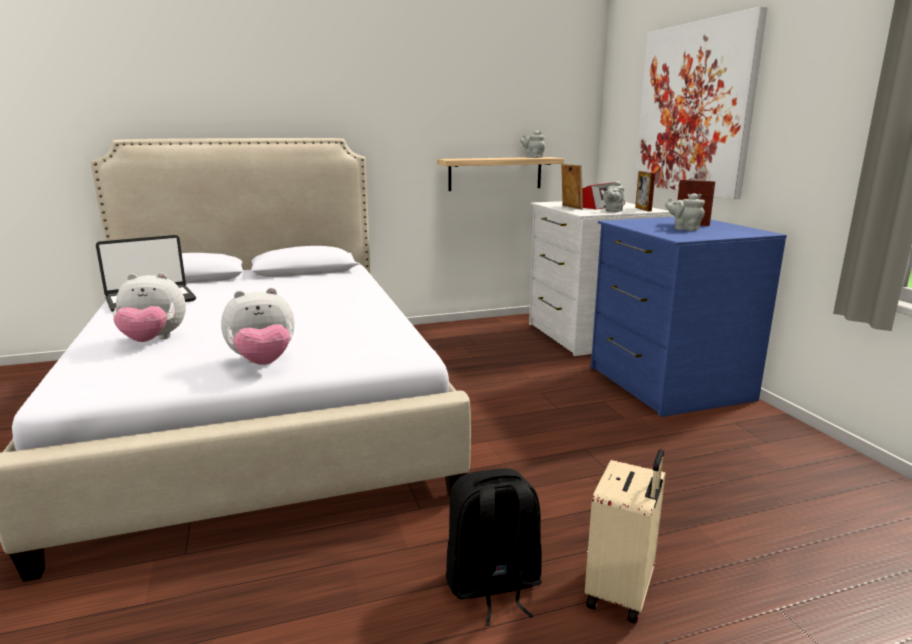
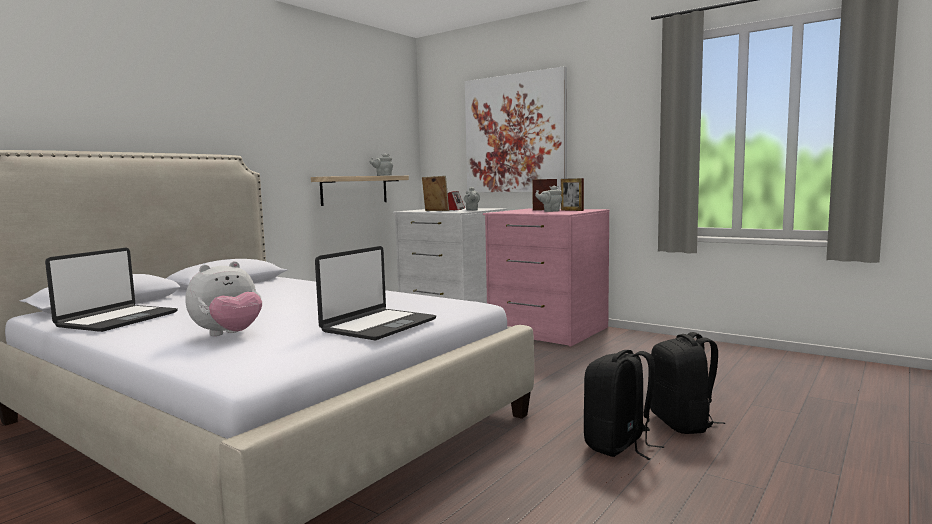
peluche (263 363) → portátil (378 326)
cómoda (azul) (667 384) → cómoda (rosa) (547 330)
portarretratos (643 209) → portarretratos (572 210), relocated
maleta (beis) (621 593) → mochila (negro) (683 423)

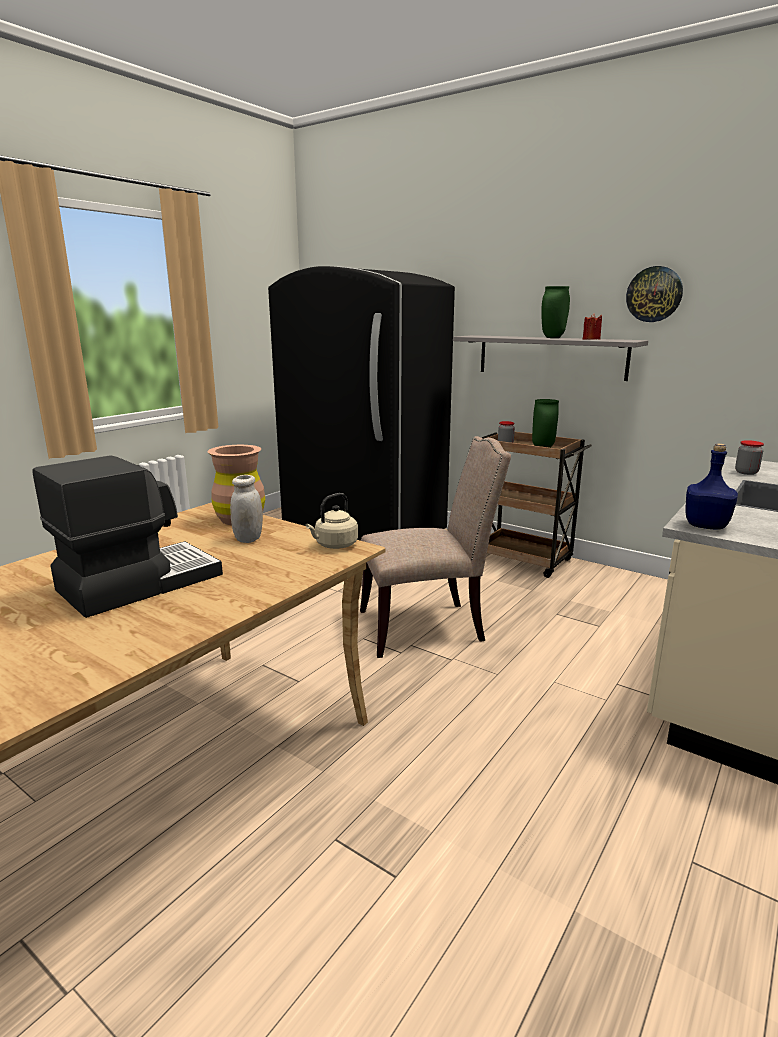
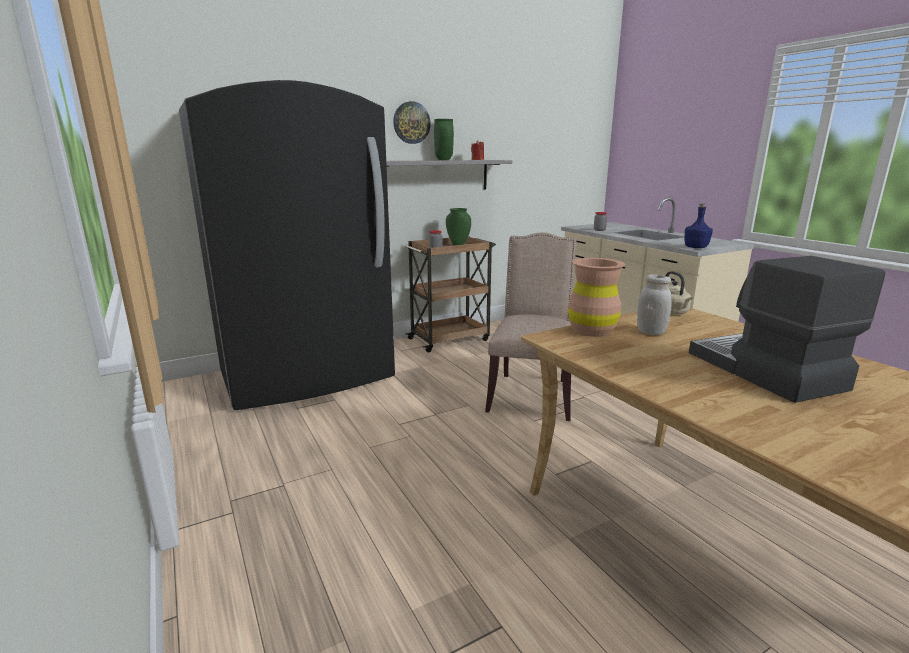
reloj de pared (654 294) → reloj de pared (411 122), relocated

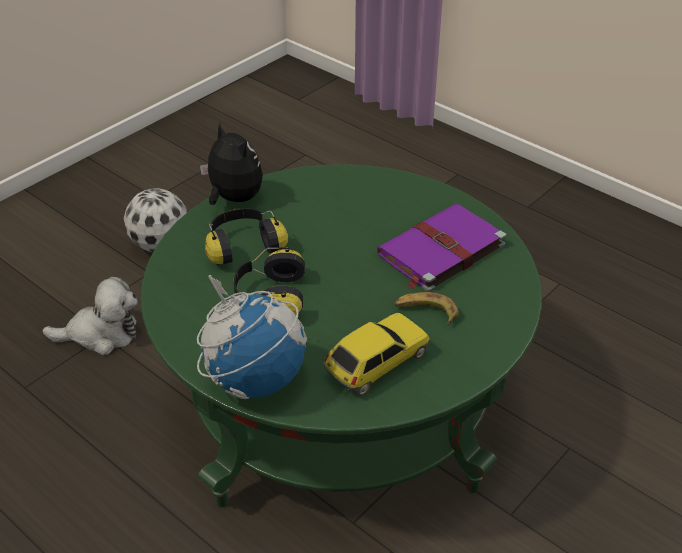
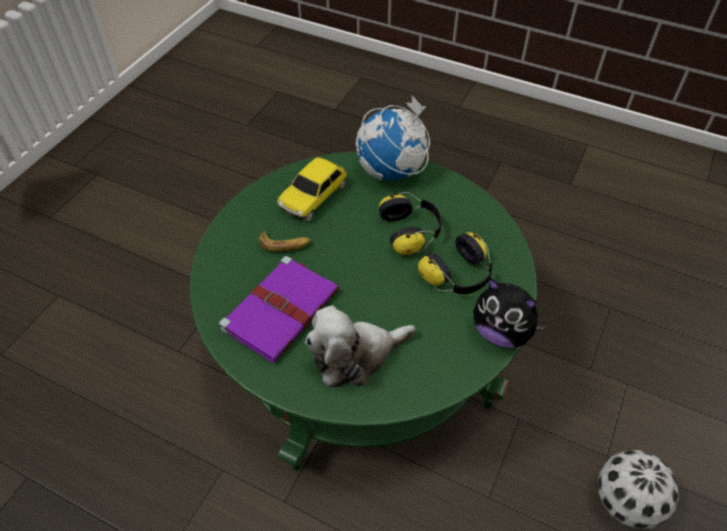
peluche (101 334) → peluche (355 356), relocated

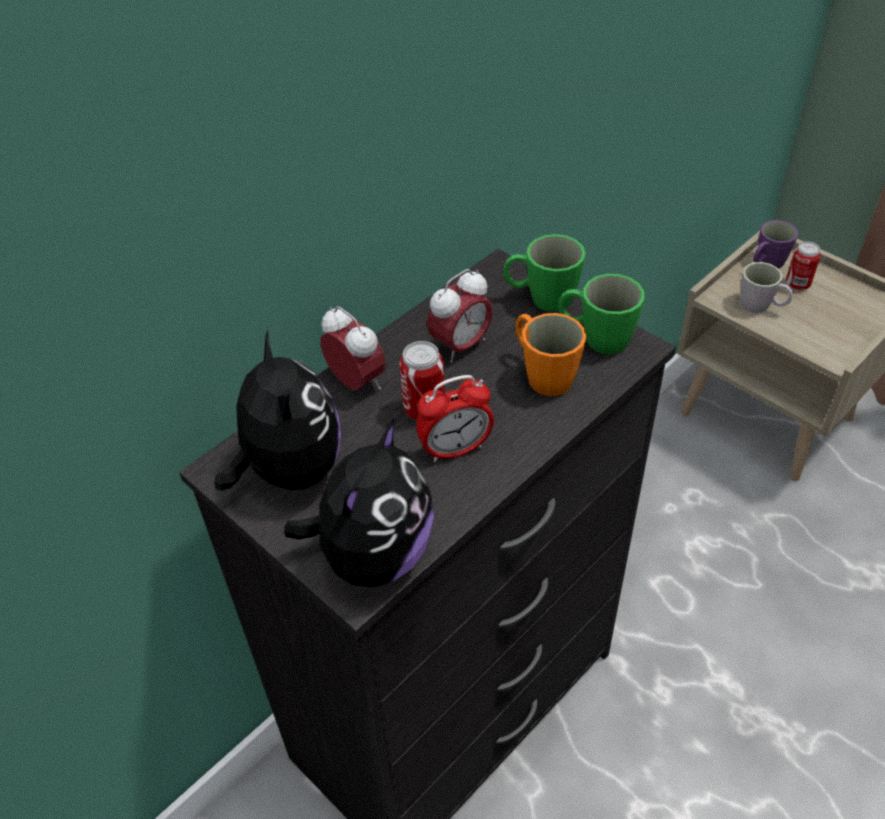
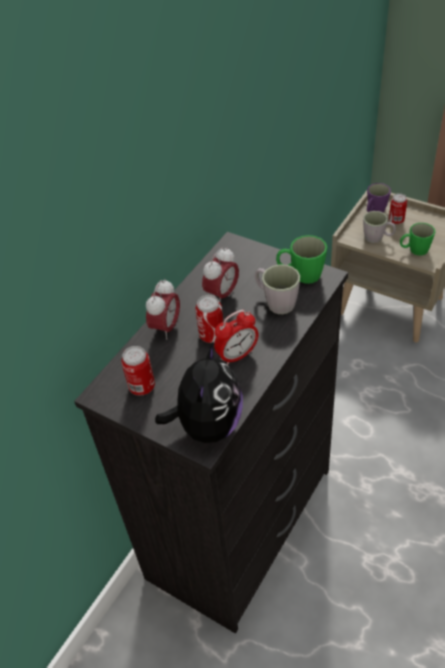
peluche (289 470) → lata (142 387)
despertador (357 382) → despertador (166 327), 75 degrees clockwise
taza grande (naranja) (543 373) → taza grande (gris) (275 301)
taza grande (verde) (541 298) → taza grande (verde) (414 250), relocated

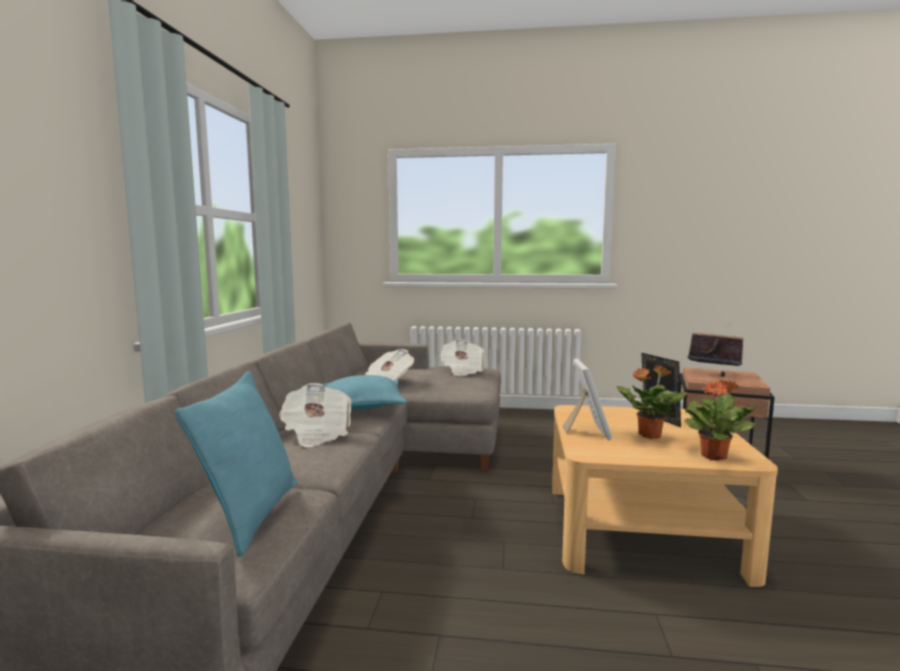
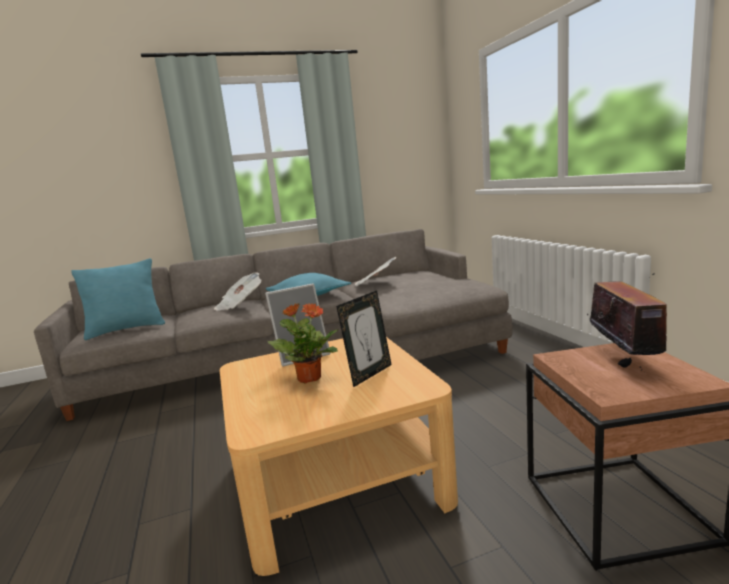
periódico (462 370) → -
planta en maceta (714 456) → -

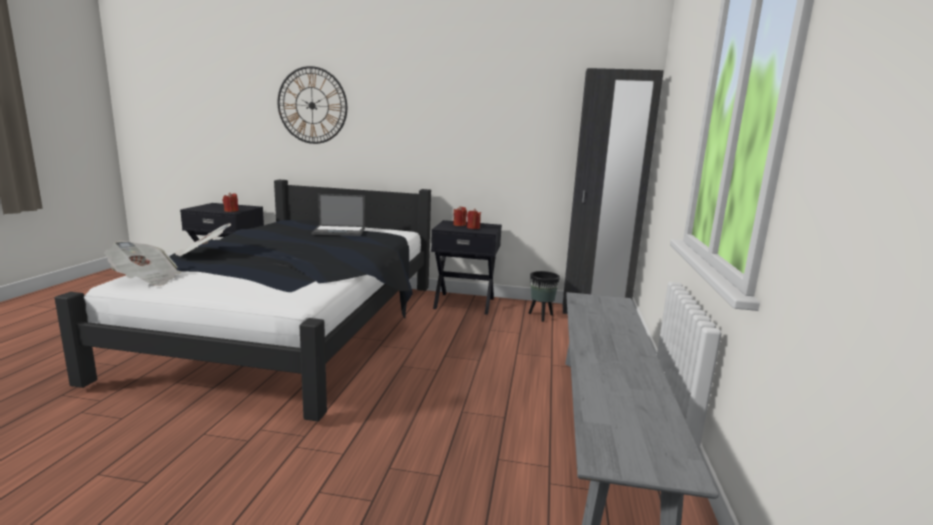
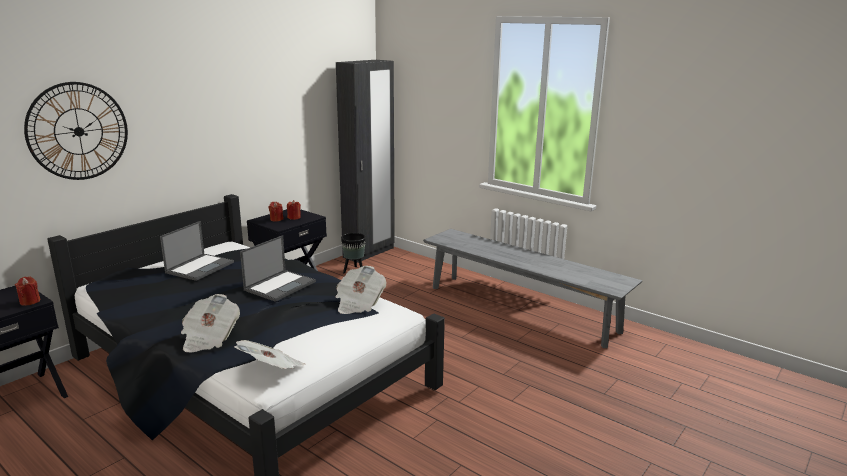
- → portátil (280 285)
- → periódico (359 303)

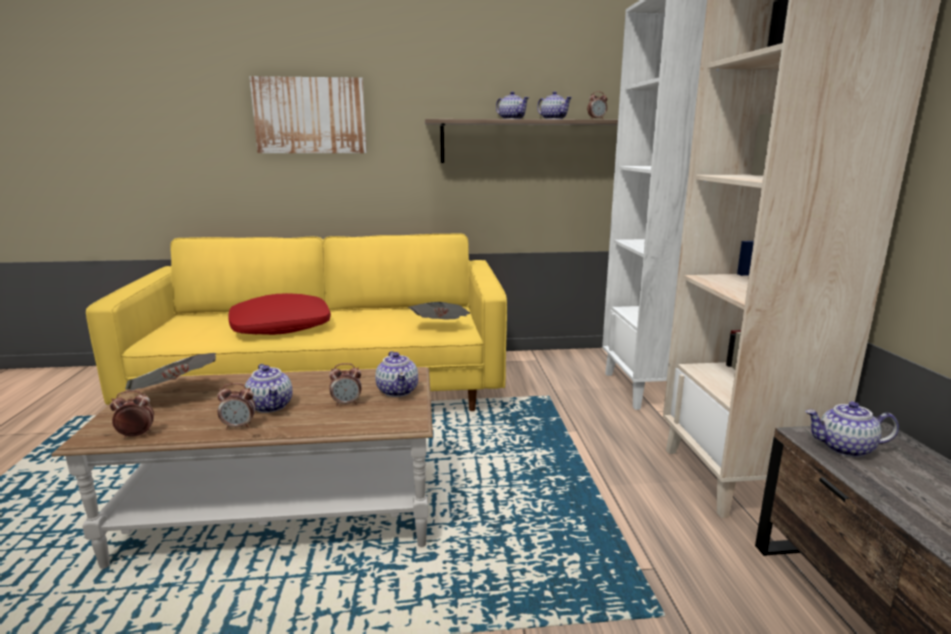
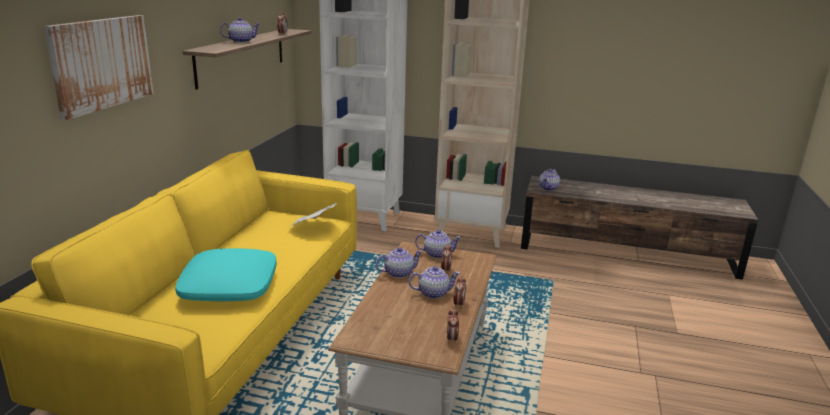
cojín (rojo) (281 326) → cojín (turquesa) (229 286)
tetera (553 119) → tetera (398 273), relocated
periódico (175 394) → -

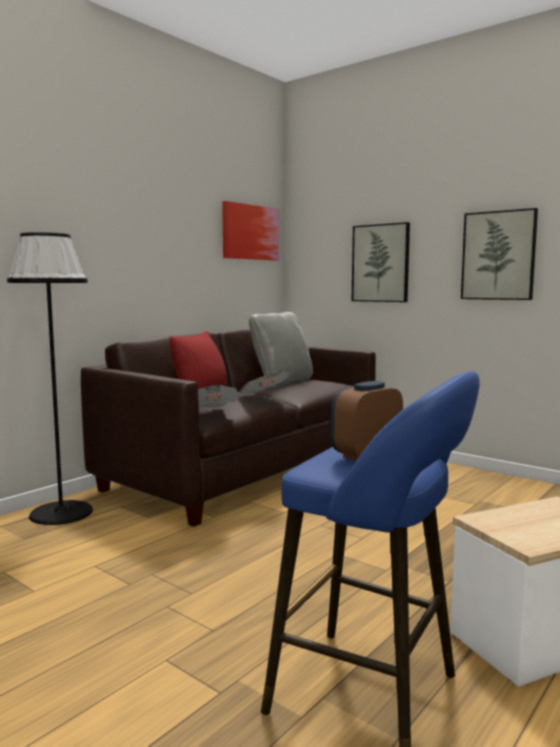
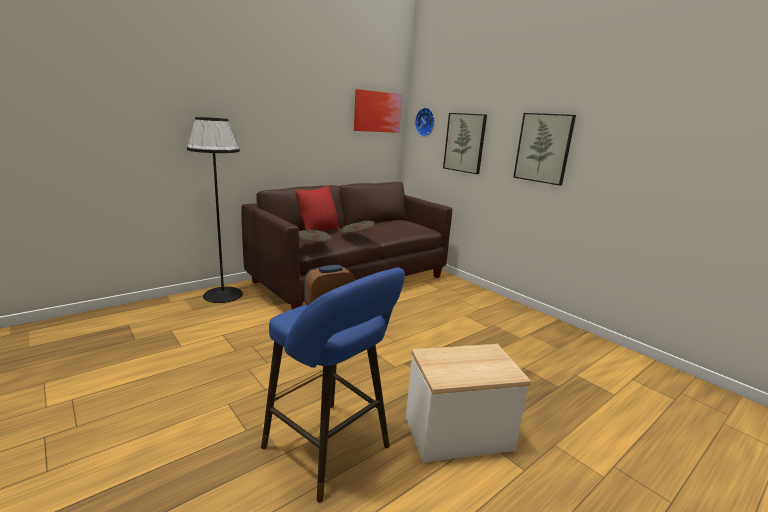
- → reloj de pared (426 122)
cojín (gris) (282 382) → -

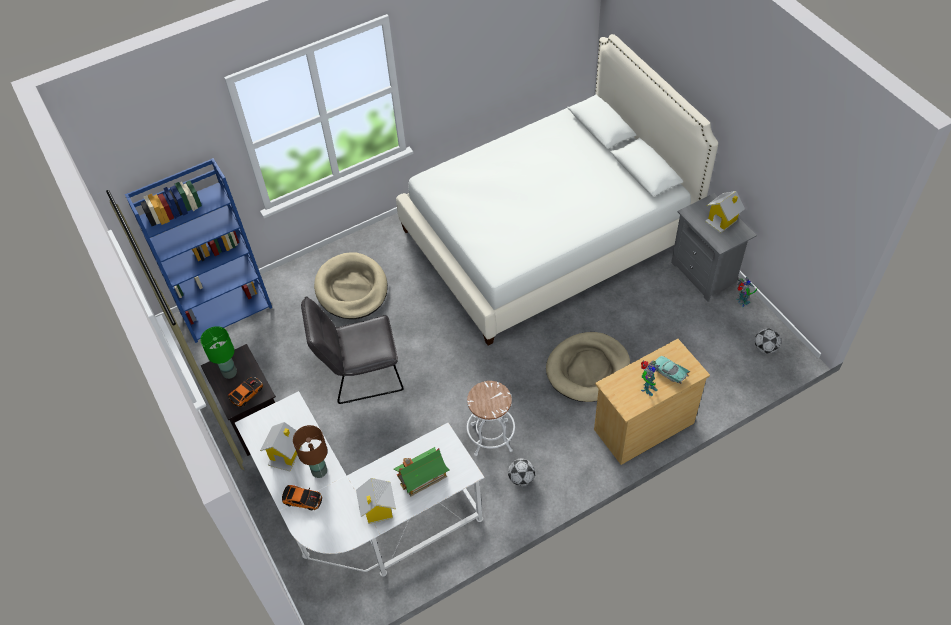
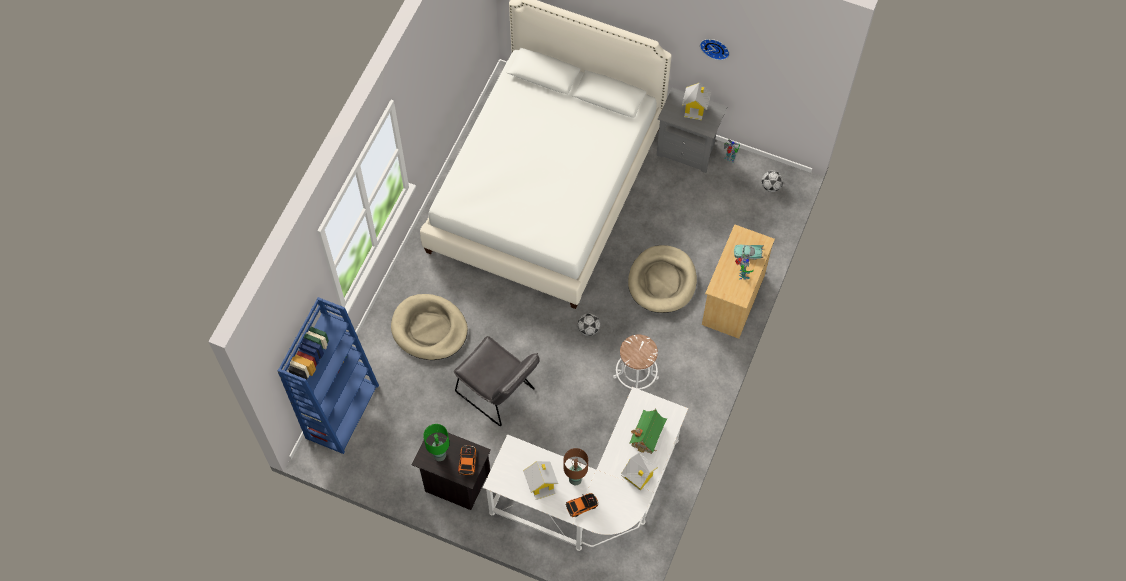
silla (gris) (360 375) → silla (gris) (499 394), 90 degrees counterclockwise
balón de fútbol (521 478) → balón de fútbol (588 329), relocated
- → reloj de pared (715 47)

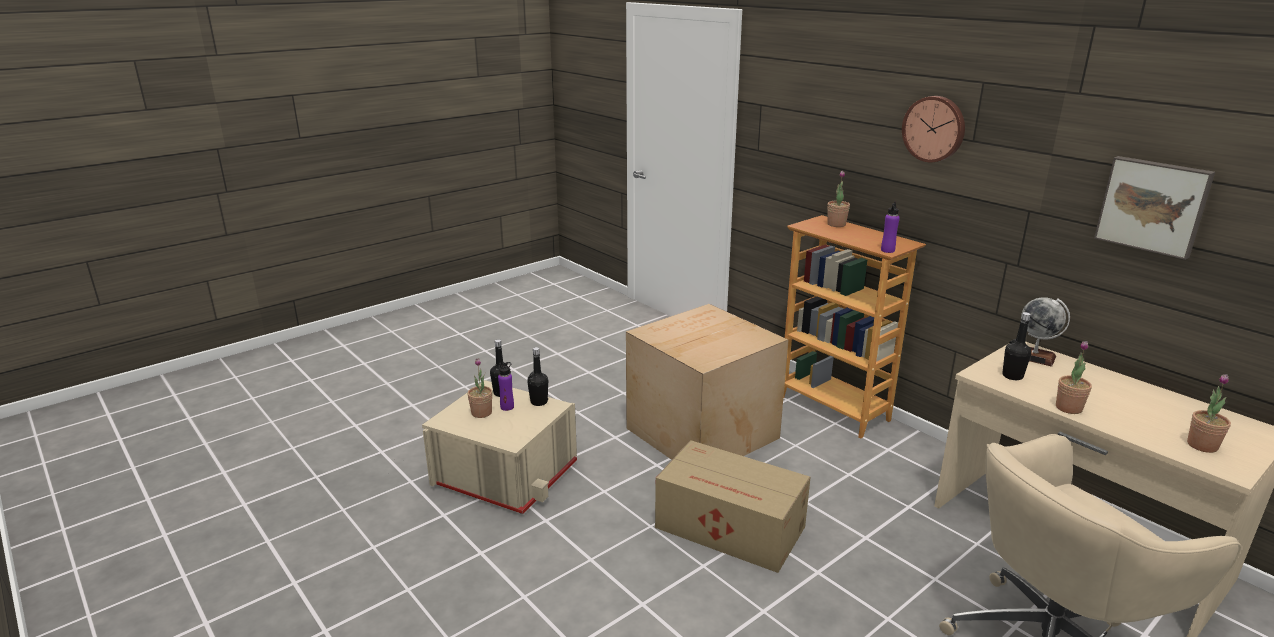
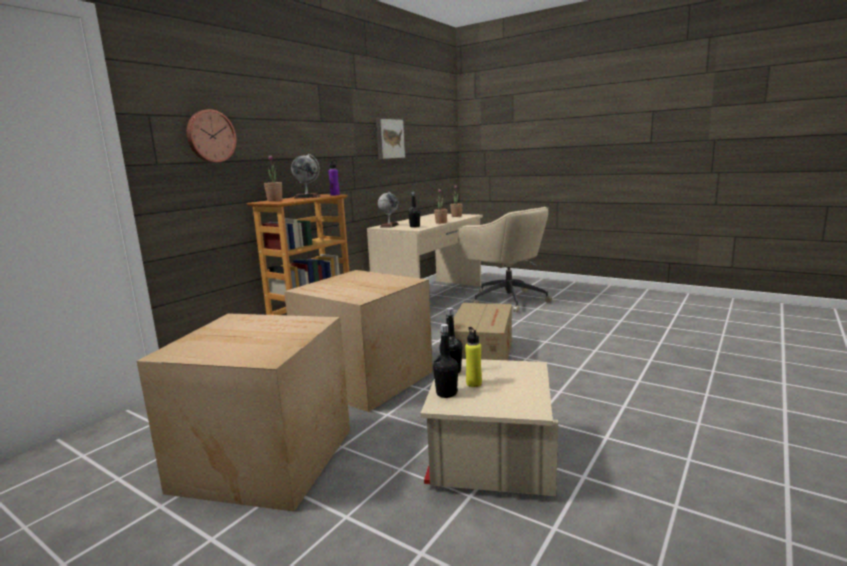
- → caja de cartón (264 458)
reloj de pared (934 128) → reloj de pared (210 136), relocated
- → globo terráqueo (307 197)
botella (morado) (507 407) → botella (amarillo) (473 383)
planta en maceta (481 413) → -

